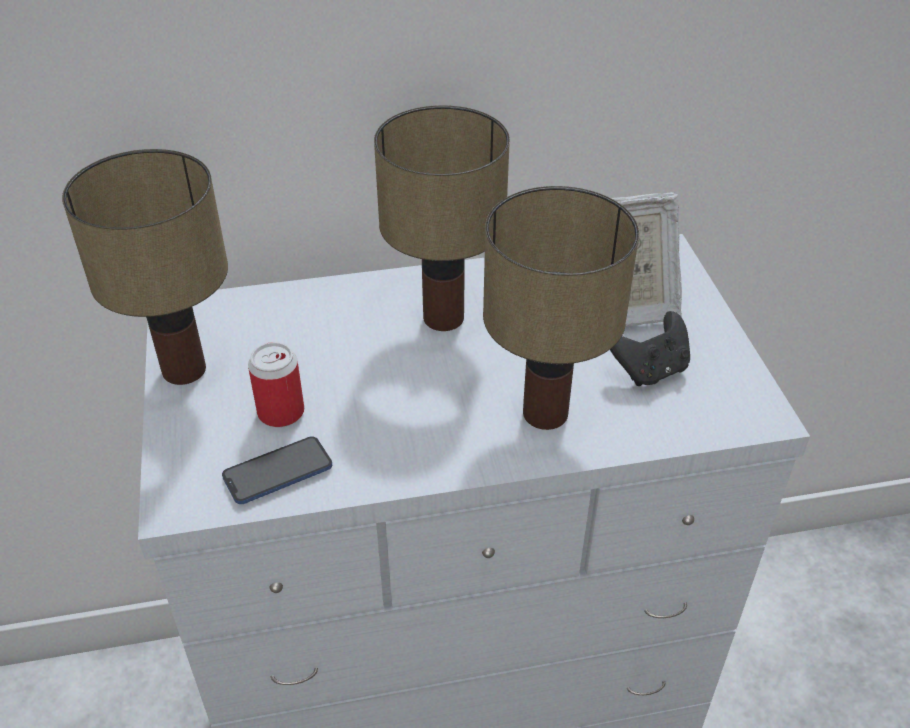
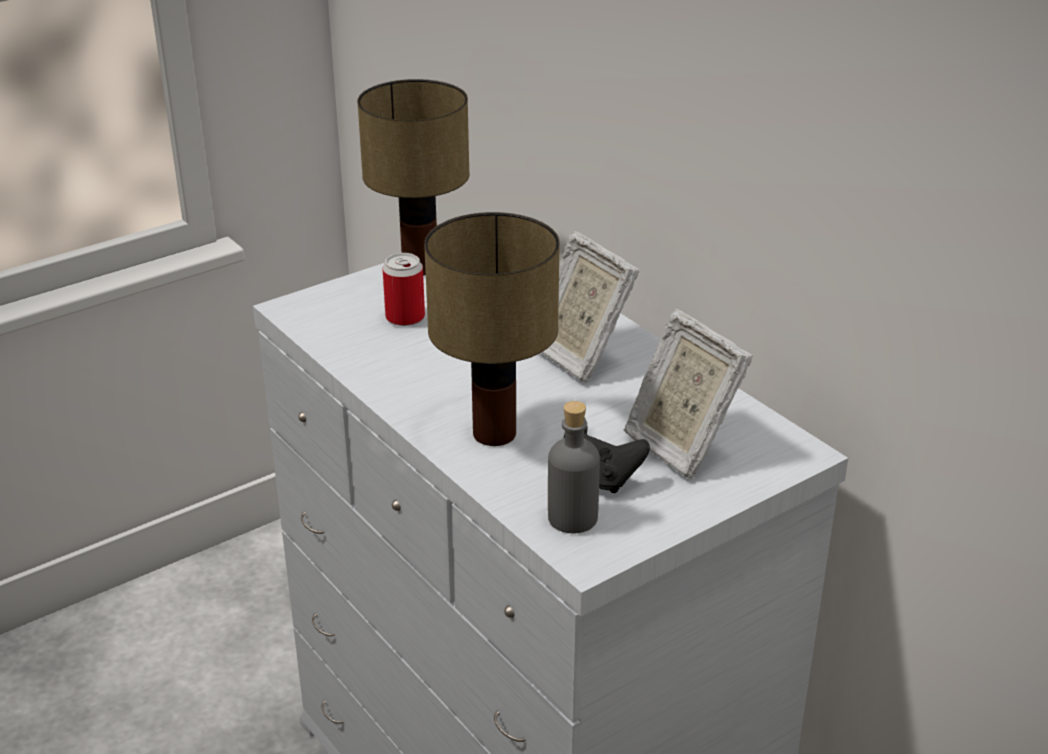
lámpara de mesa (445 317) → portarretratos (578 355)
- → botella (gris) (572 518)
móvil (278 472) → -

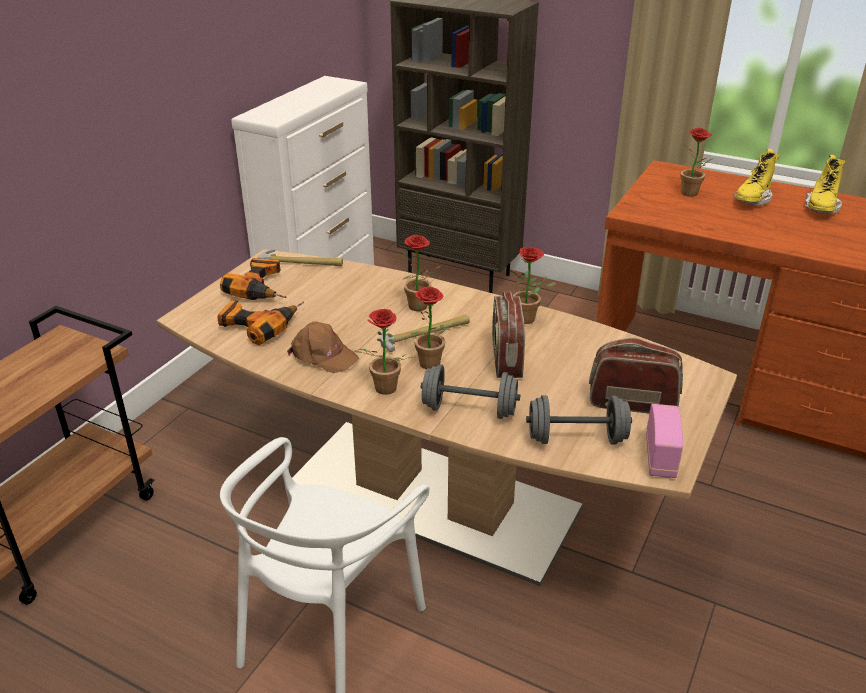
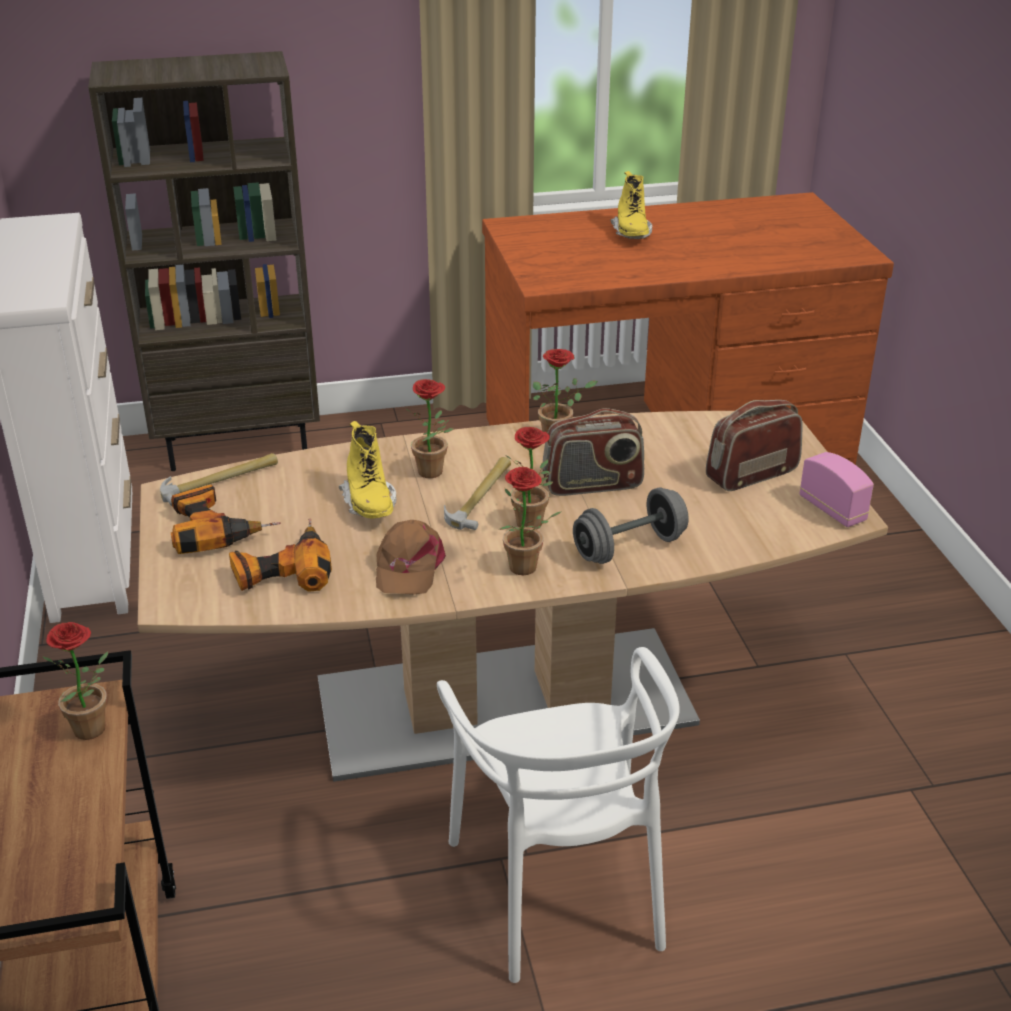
planta en maceta (691 194) → planta en maceta (94 732), relocated
bota (amarillo) (821 208) → bota (amarillo) (370 504), relocated
gorra (marrón) (323 355) → gorra (marrón) (408 567), 105 degrees clockwise
radio (506 358) → radio (592 485), 60 degrees counterclockwise
mancuerna (gris) (576 438) → -

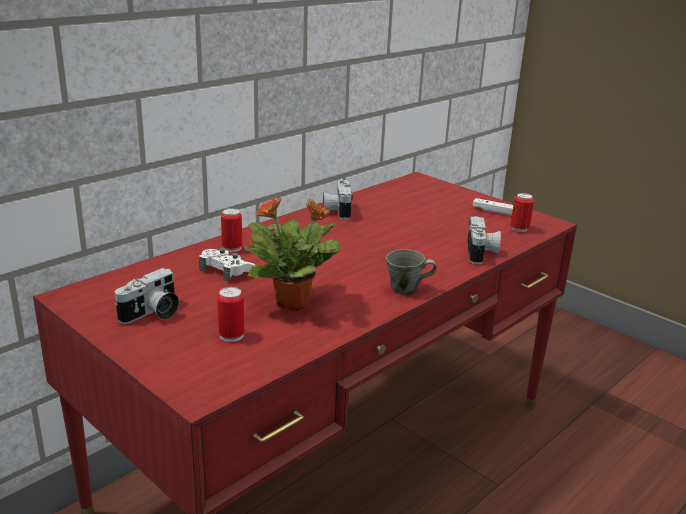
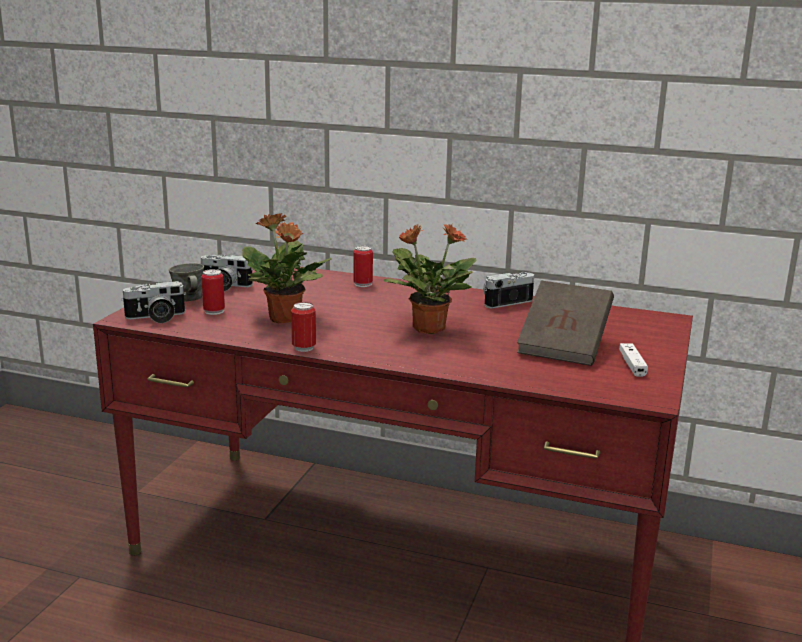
cámara (482 253) → cámara (156 318), relocated
taza grande (gris) (406 288) → taza grande (gris) (189 299), relocated
lata (519 229) → lata (304 348), relocated
- → planta en maceta (427 328)
- → libro (marrón) (564 346)
mando de consola (blanco) (226 270) → -

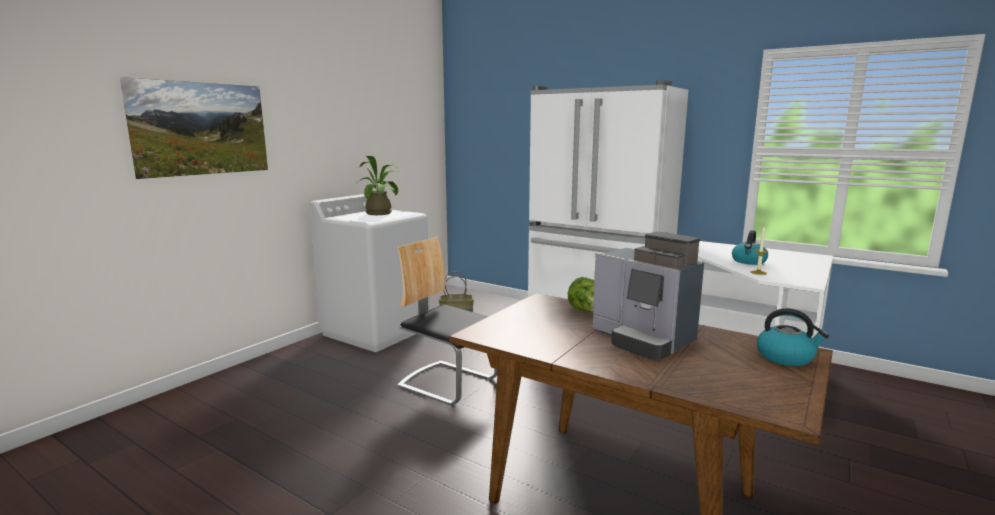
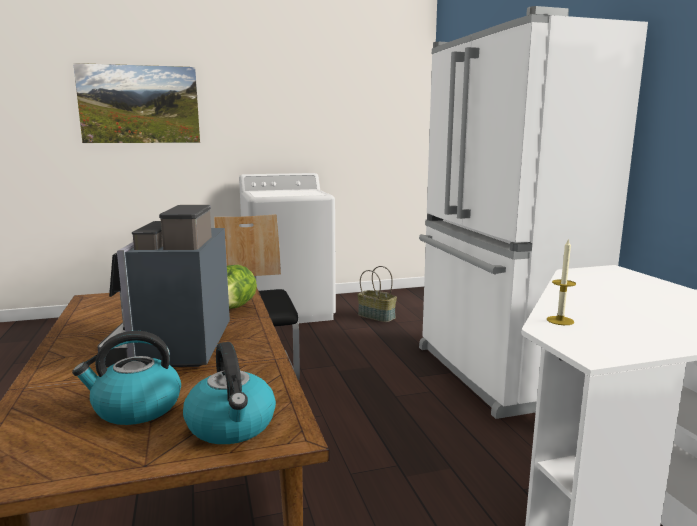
hervidor (749 261) → hervidor (136 408), relocated
planta en maceta (381 213) → -

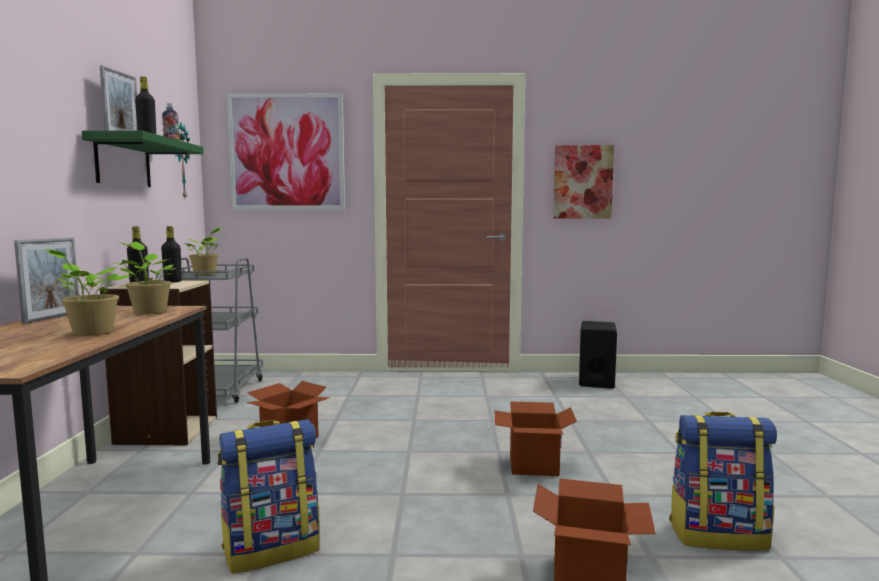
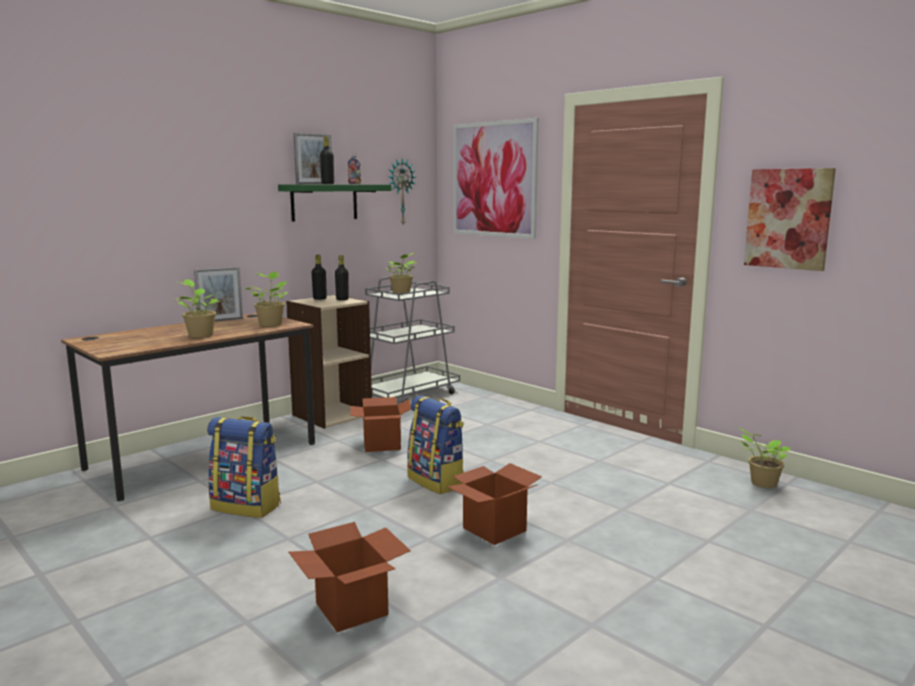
mochila (718 534) → mochila (437 481), relocated
altavoz (negro) (596 381) → planta en maceta (761 483)

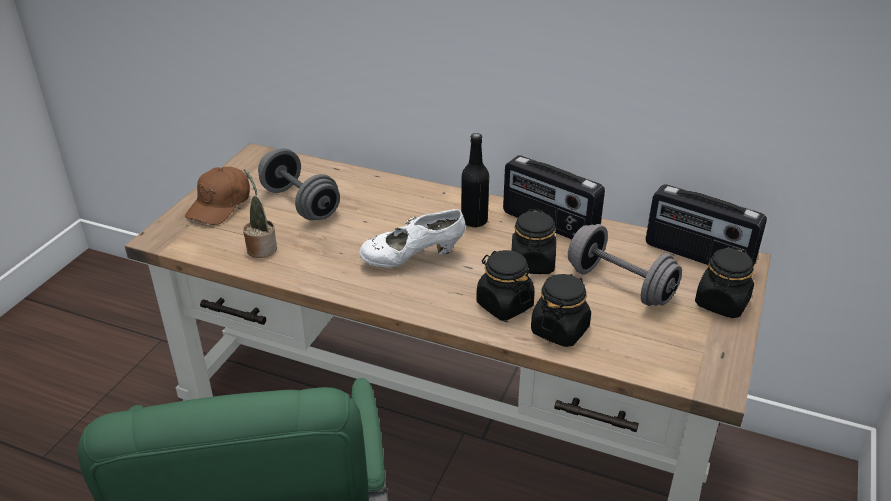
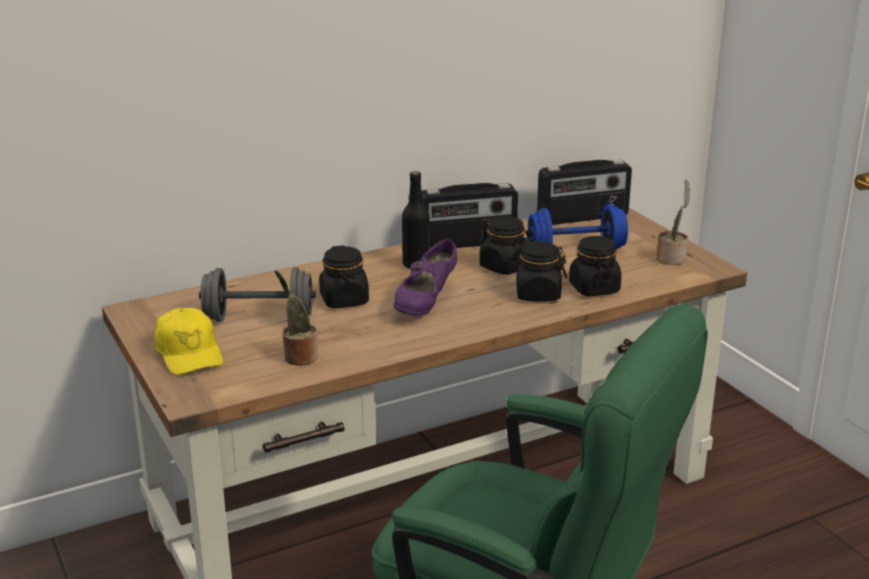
gorra (marrón) (220 205) → gorra (amarillo) (189 353)
tarro (negro) (721 303) → tarro (negro) (344 300), relocated
zapato (blanco) (412 258) → zapato (morado) (425 304)
mancuerna (gris) (620 285) → mancuerna (azul) (576 251)
- → planta en maceta (672 258)

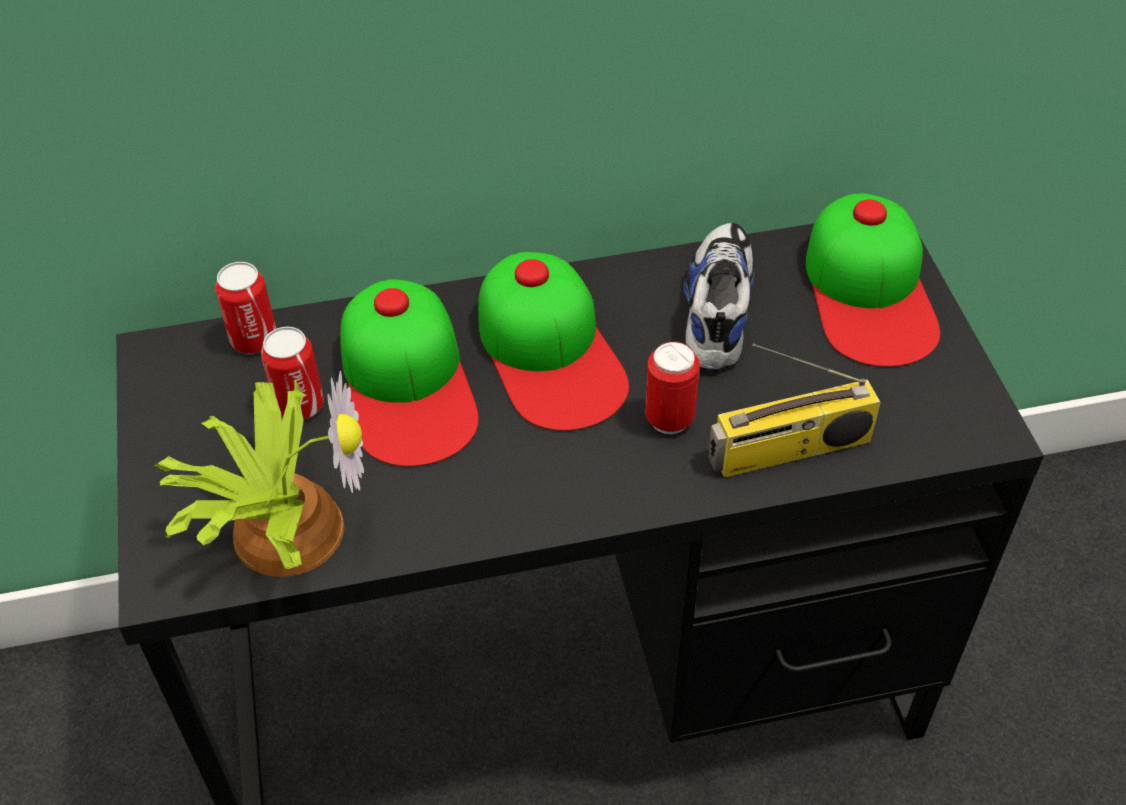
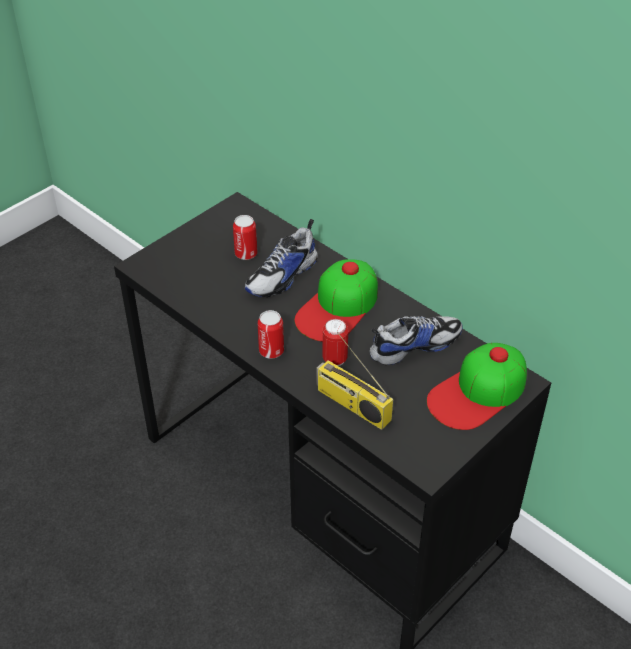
gorra (408 383) → zapato (283 276)
lata (254 339) → lata (271 351), relocated
planta en maceta (282 527) → -

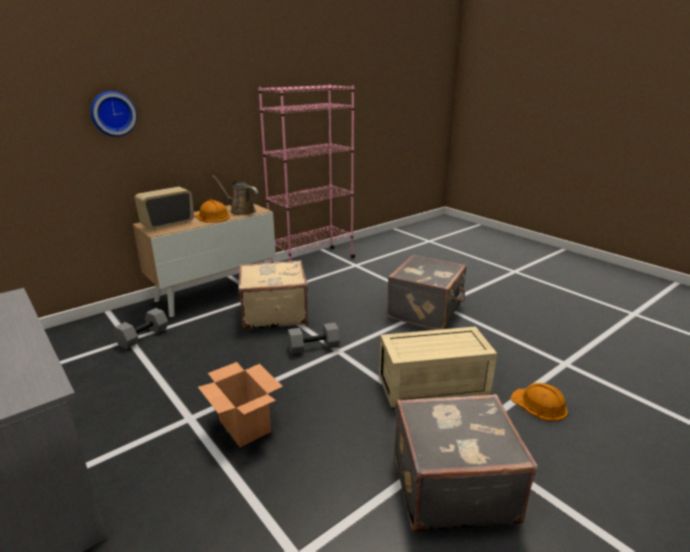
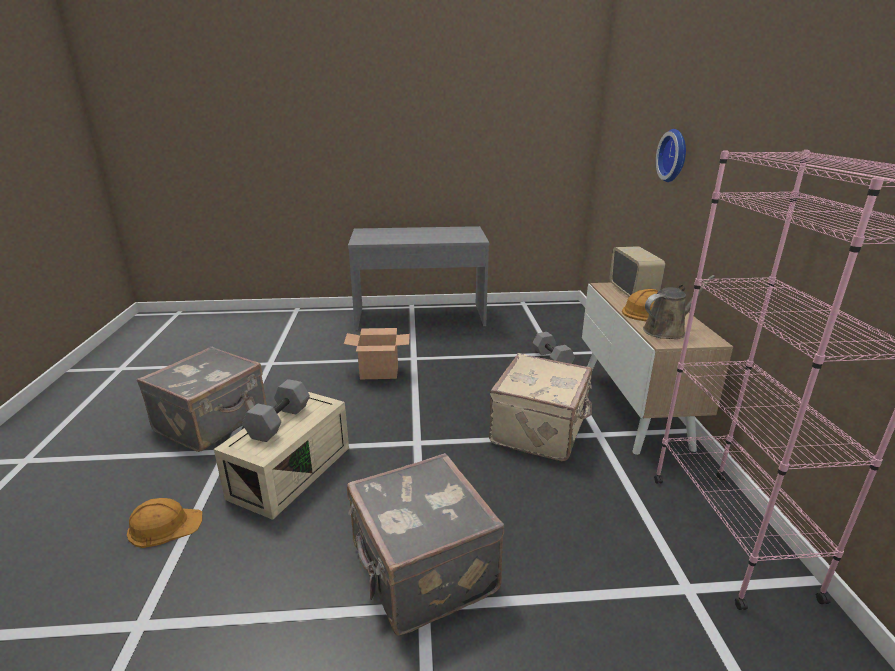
mancuerna (gris) (314 347) → mancuerna (gris) (280 422), relocated

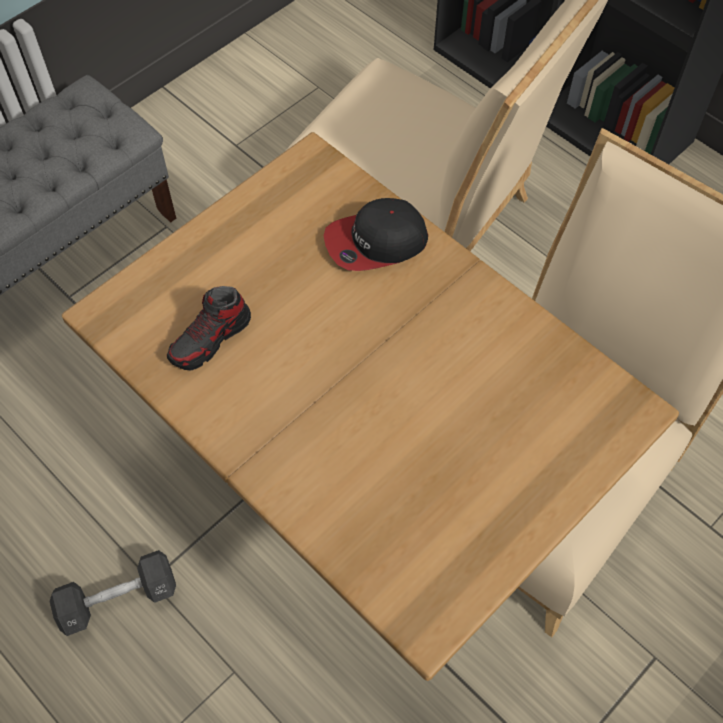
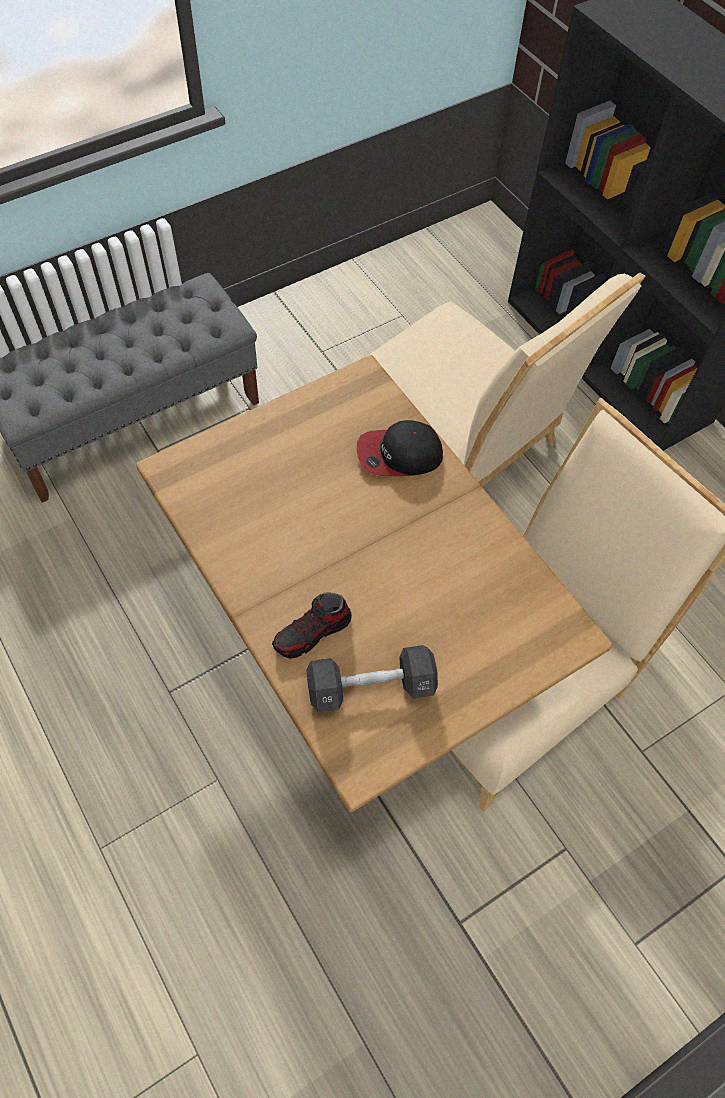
zapato (211 339) → zapato (312 633), relocated
mancuerna (negro) (118 598) → mancuerna (negro) (371 687), relocated

